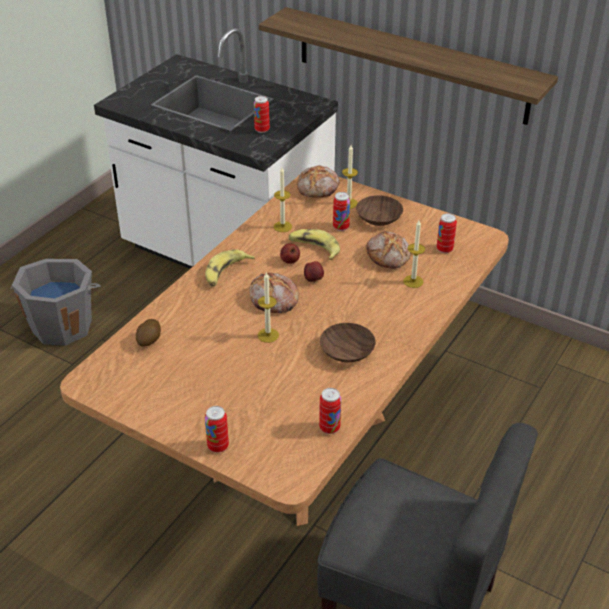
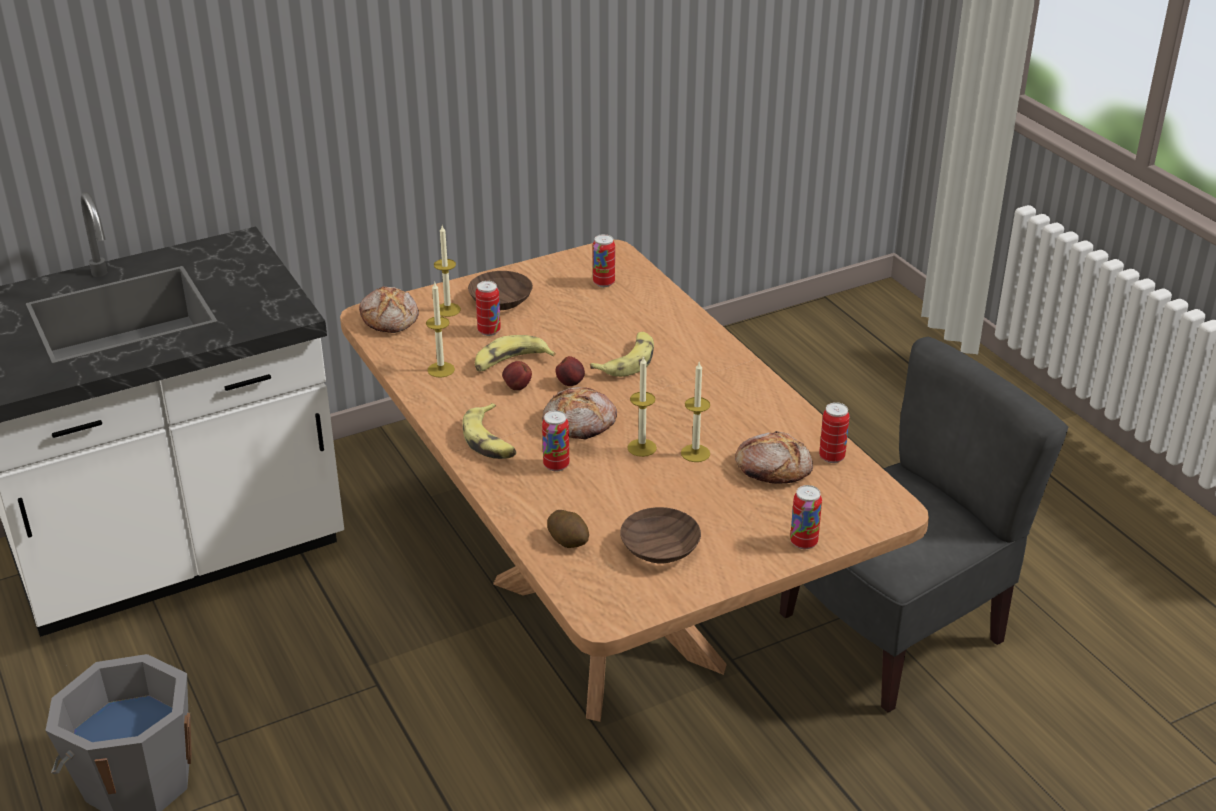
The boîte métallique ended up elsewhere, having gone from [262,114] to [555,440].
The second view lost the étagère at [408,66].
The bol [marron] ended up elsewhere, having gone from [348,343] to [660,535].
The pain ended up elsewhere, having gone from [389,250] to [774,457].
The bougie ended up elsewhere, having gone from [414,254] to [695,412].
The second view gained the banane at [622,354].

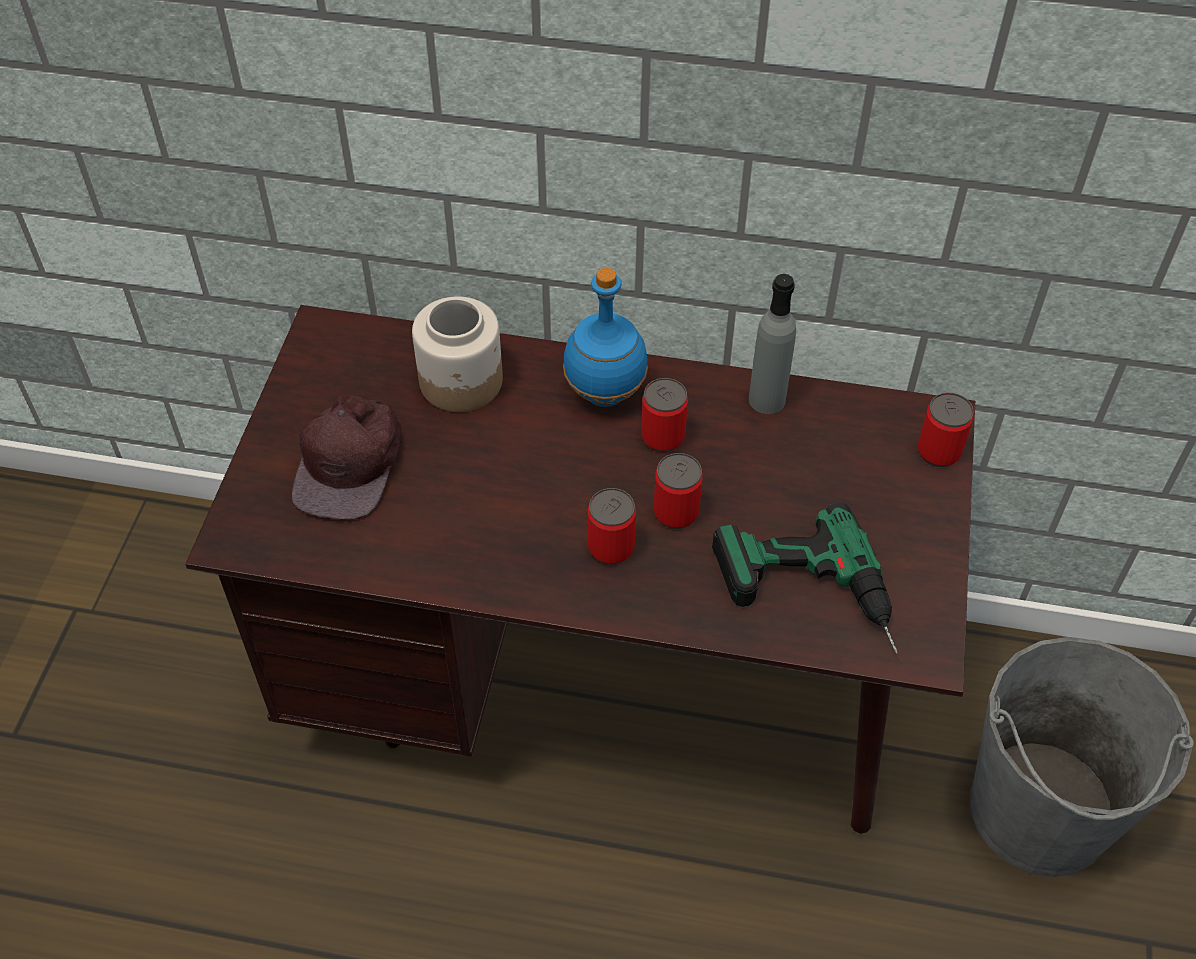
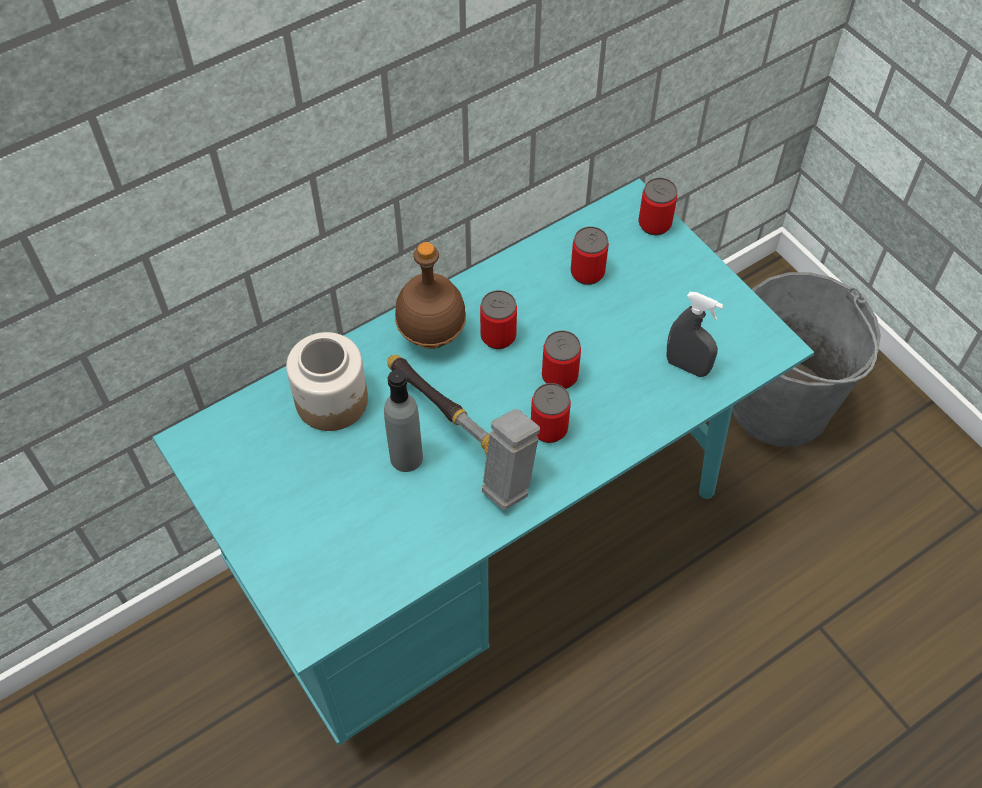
What was the bureau [marron] at [580,569] turned into the bureau [turquoise] at [483,462].
The second view lost the casquette [marron] at [346,457].
What was the bouteille [bleu] at [605,337] turned into the bouteille [marron] at [430,295].
Where the perceuse stood at [805,578], the vaporisateur [gris] came to stand at [694,334].
The bouteille [gris] ended up elsewhere, having gone from [772,344] to [403,420].
The second view gained the marteau at [463,432].
The second view gained the boîte métallique at [590,255].

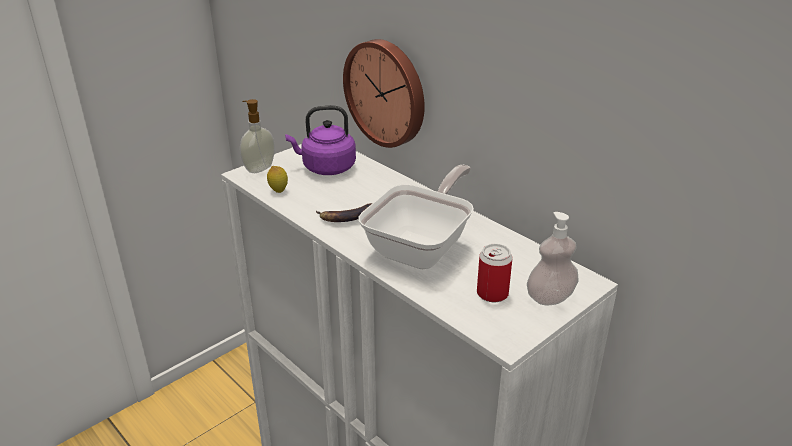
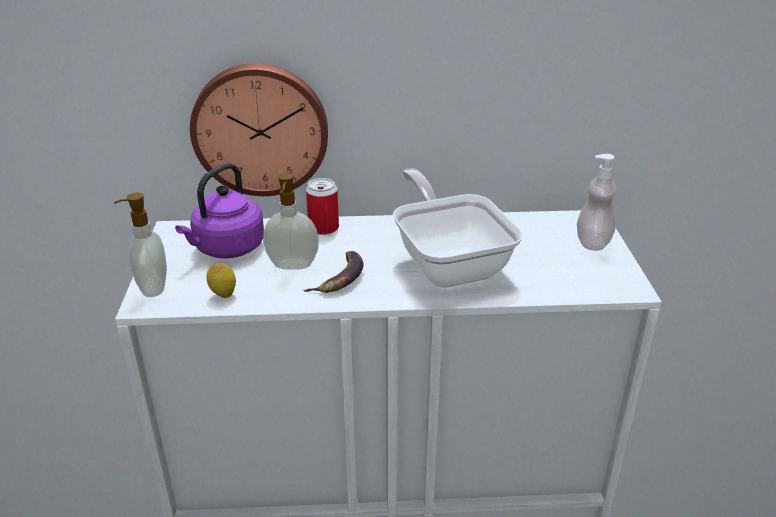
The boîte métallique ended up elsewhere, having gone from [495,273] to [322,206].
The second view gained the distributeur de savon at [291,221].

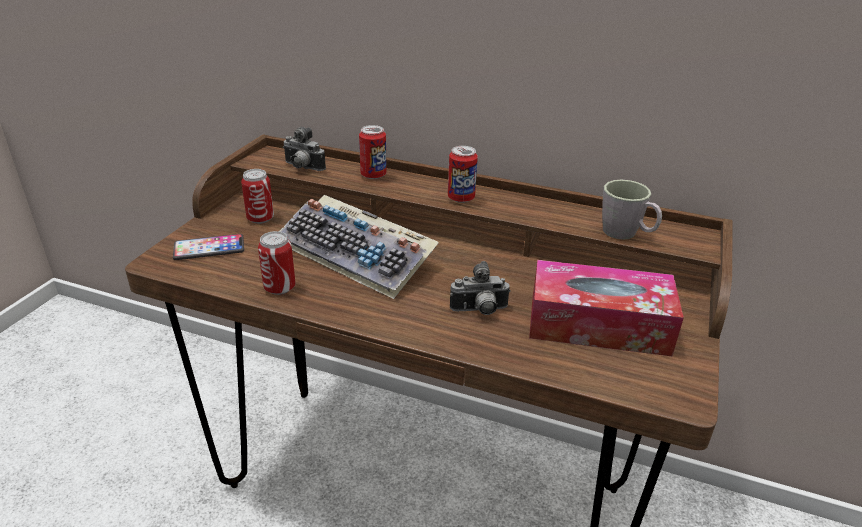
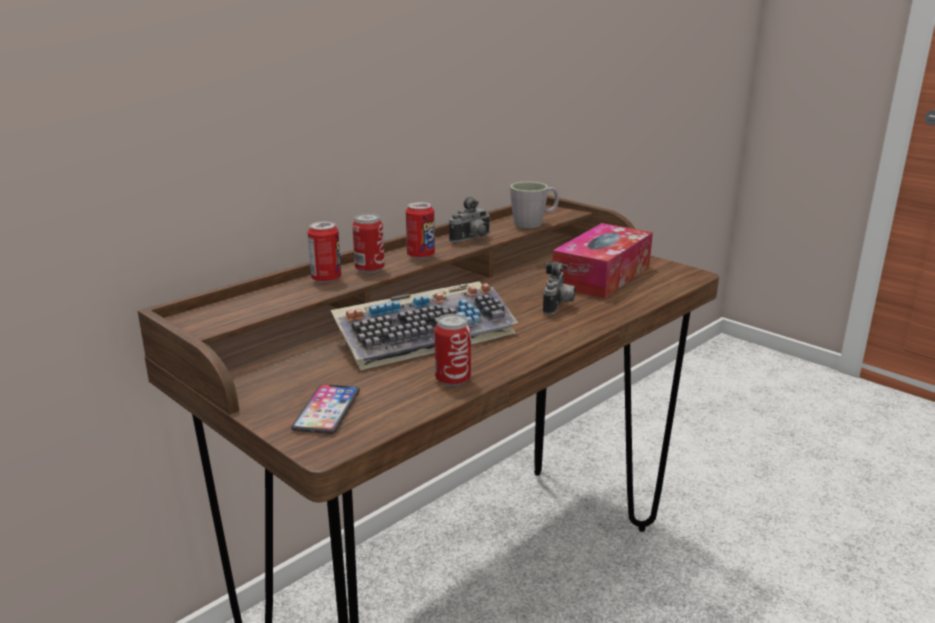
The boîte métallique ended up elsewhere, having gone from [257,196] to [368,243].
The appareil photo ended up elsewhere, having gone from [304,149] to [469,220].

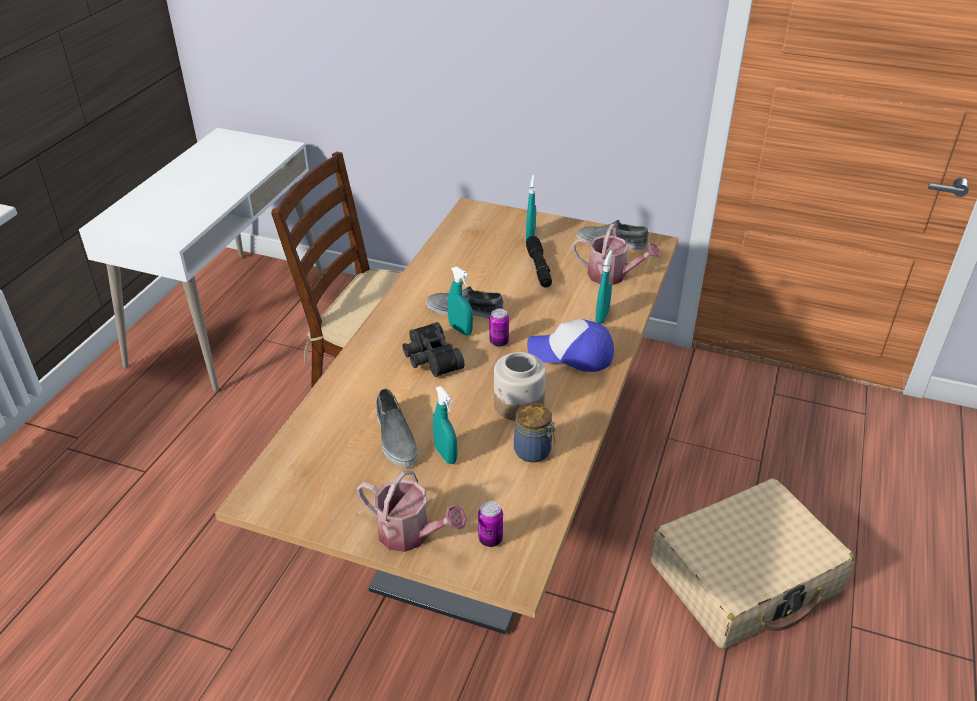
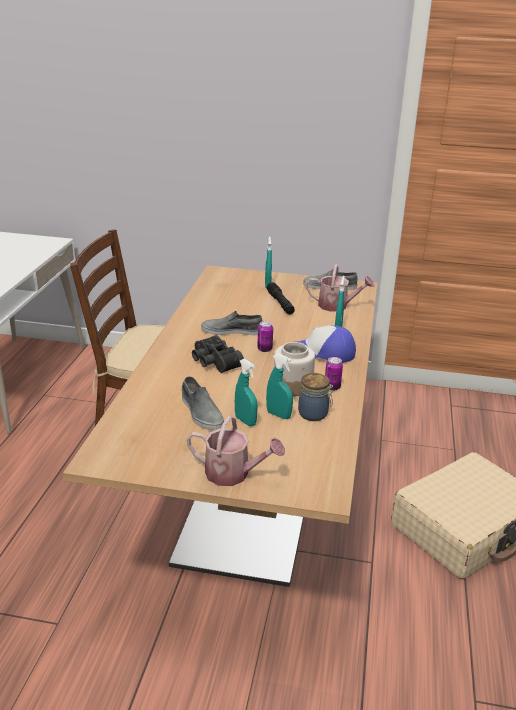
The vaporisateur [turquoise] ended up elsewhere, having gone from [460,301] to [279,386].
The boîte métallique ended up elsewhere, having gone from [490,524] to [334,374].

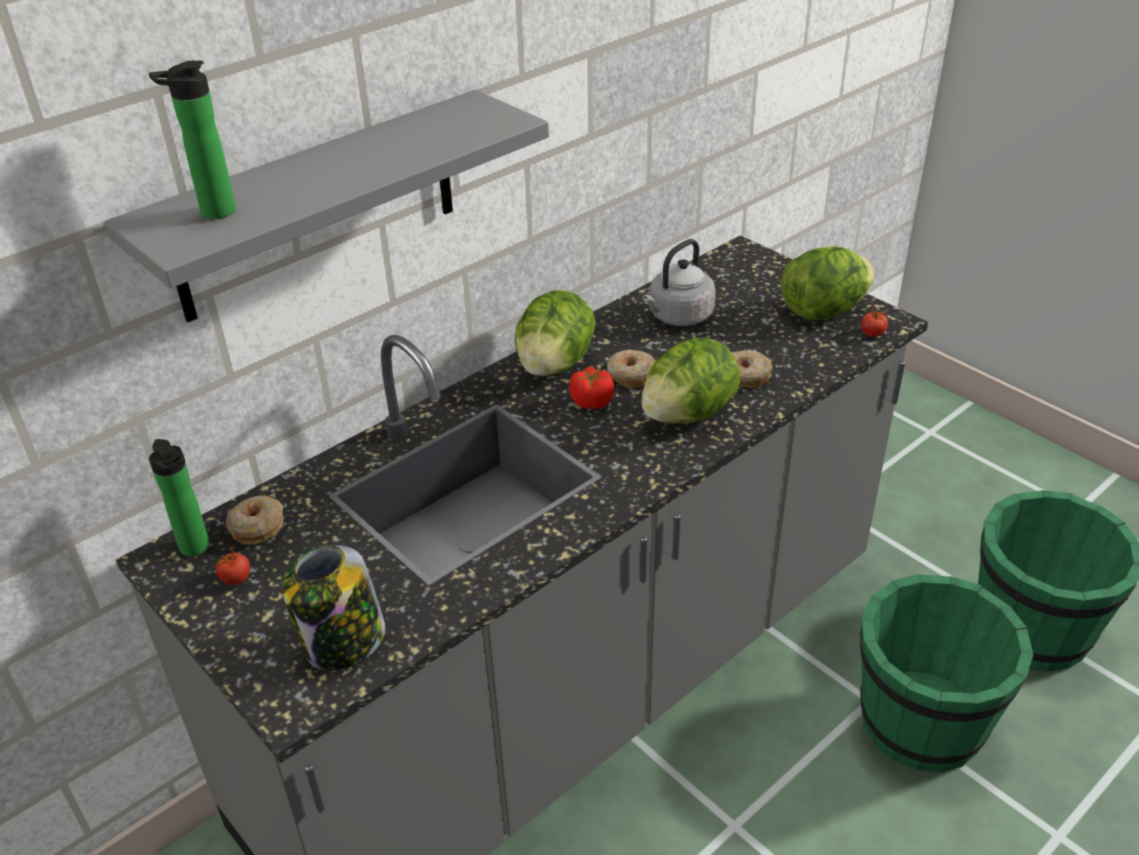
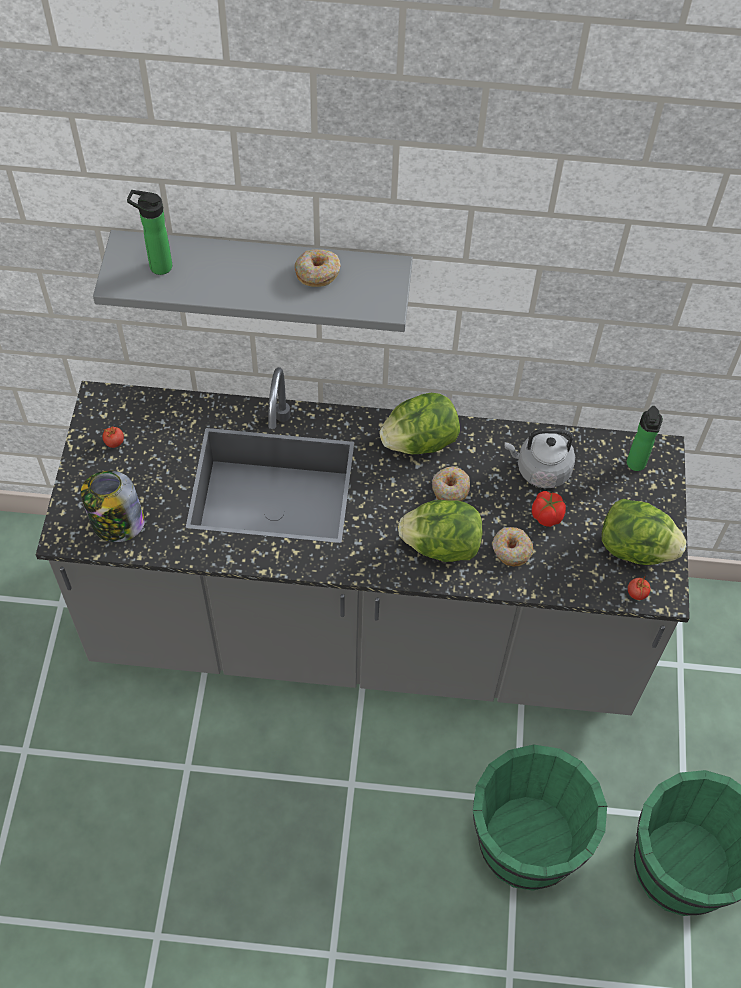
The bouteille ended up elsewhere, having gone from [179,497] to [645,438].
The beignet ended up elsewhere, having gone from [254,520] to [318,268].
The tomate ended up elsewhere, having gone from [591,387] to [549,509].

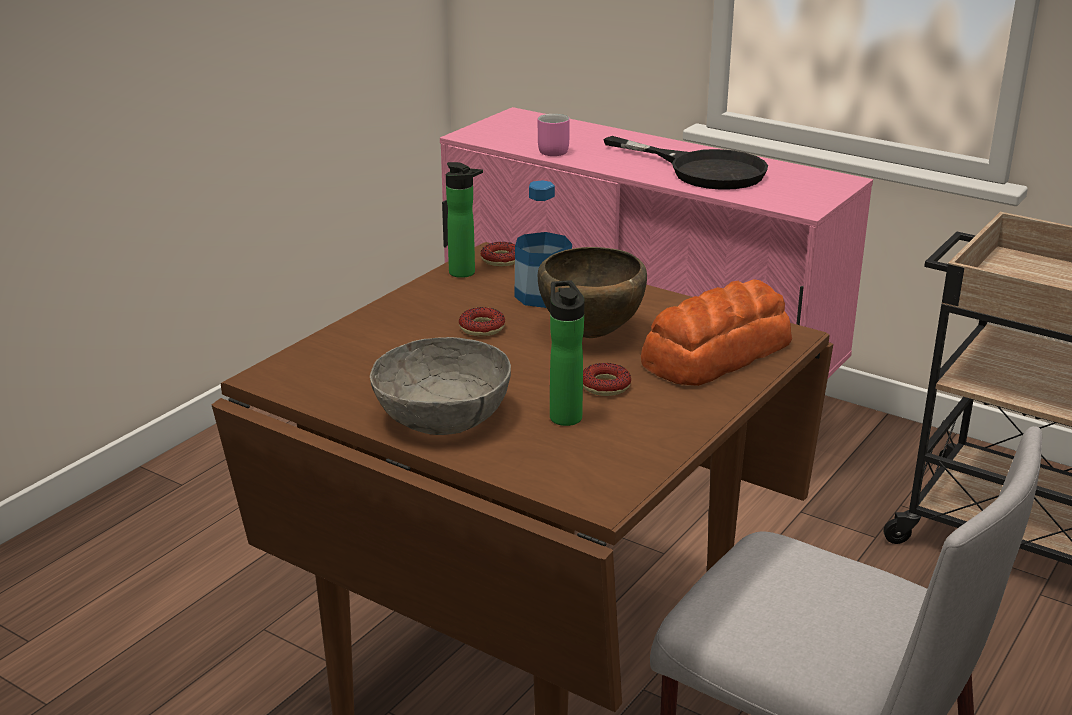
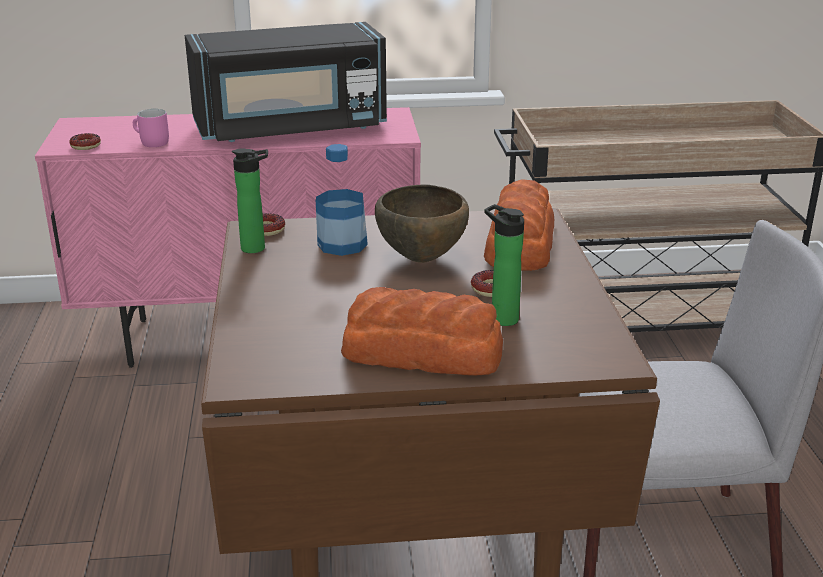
Where the bol [gris] stood at [440,386], the pain came to stand at [422,331].
The beignet ended up elsewhere, having gone from [482,321] to [85,141].
Where the poêle [noir] stood at [685,163], the micro-ondes [noir] came to stand at [286,82].

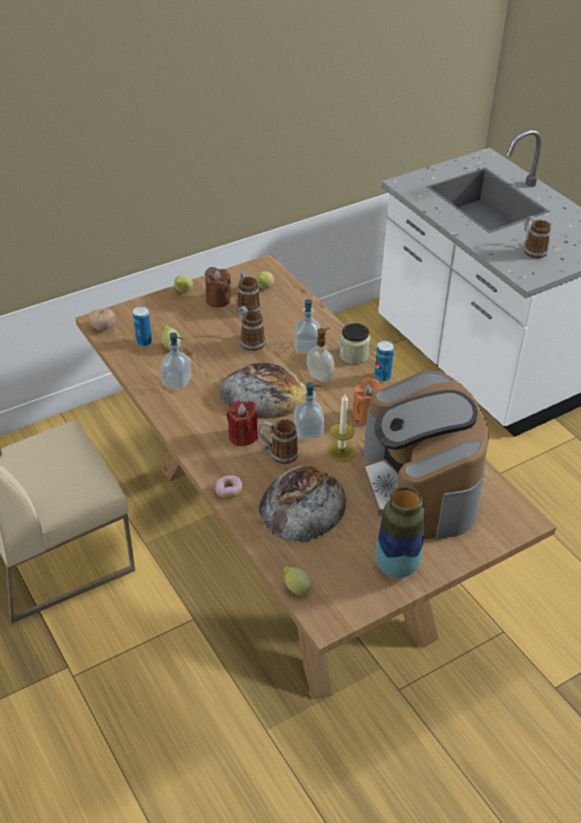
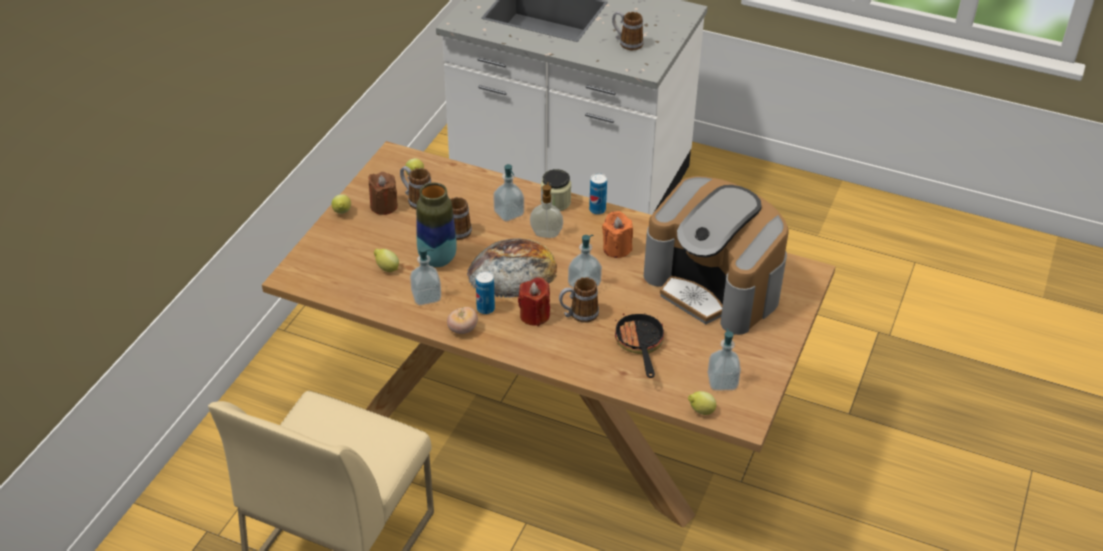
The tomate ended up elsewhere, having gone from [102,319] to [462,320].
The boîte métallique ended up elsewhere, having gone from [142,326] to [485,292].
The second view lost the beignet at [229,486].
Where the pain stood at [302,504], the poêle came to stand at [640,345].
The second view lost the bougie at [341,428].
The vase ended up elsewhere, having gone from [400,532] to [436,225].
The second view gained the distributeur de savon at [724,359].

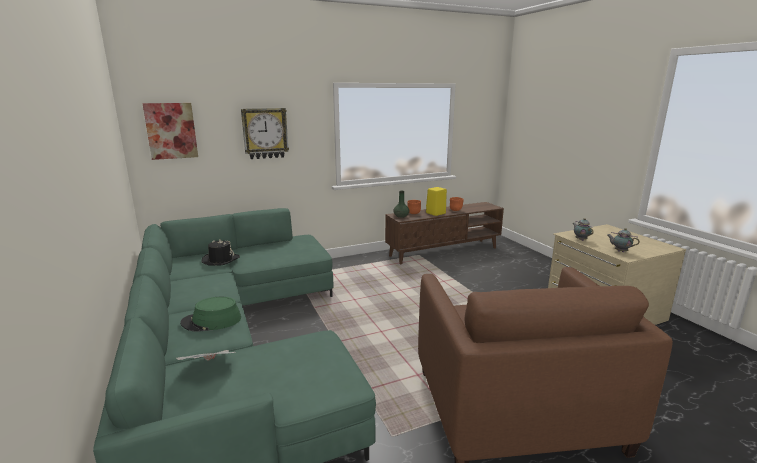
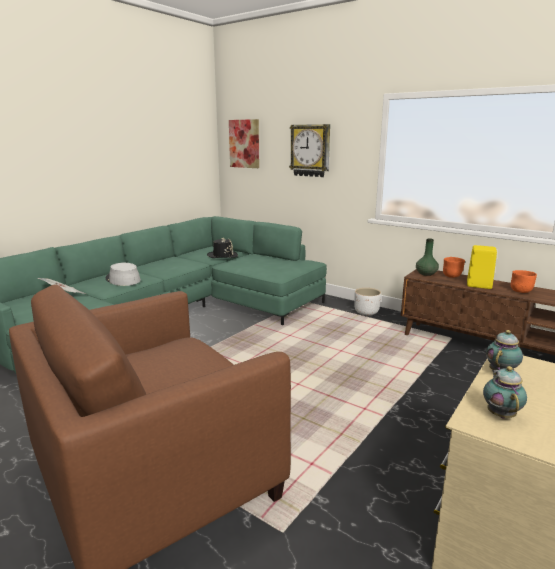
What was the chapeau [vert] at [210,314] turned into the chapeau [gris] at [123,274].
The second view gained the cache-pot [blanc] at [367,302].

